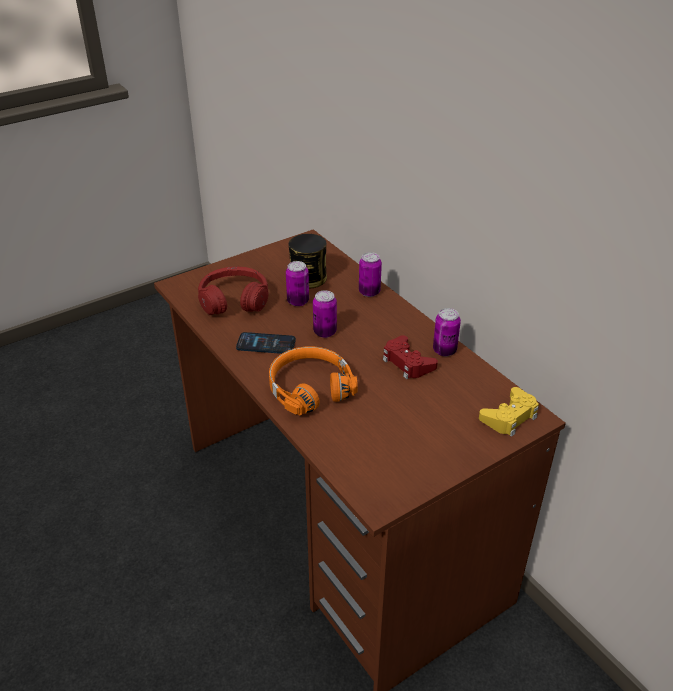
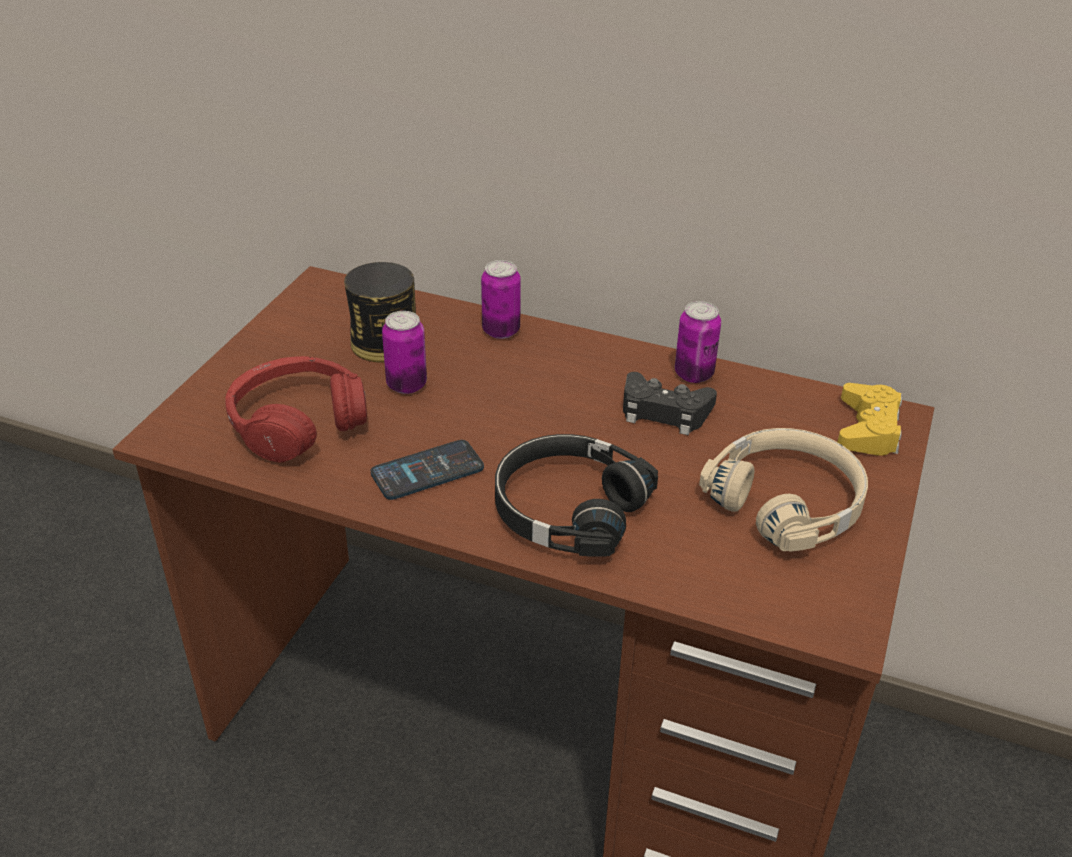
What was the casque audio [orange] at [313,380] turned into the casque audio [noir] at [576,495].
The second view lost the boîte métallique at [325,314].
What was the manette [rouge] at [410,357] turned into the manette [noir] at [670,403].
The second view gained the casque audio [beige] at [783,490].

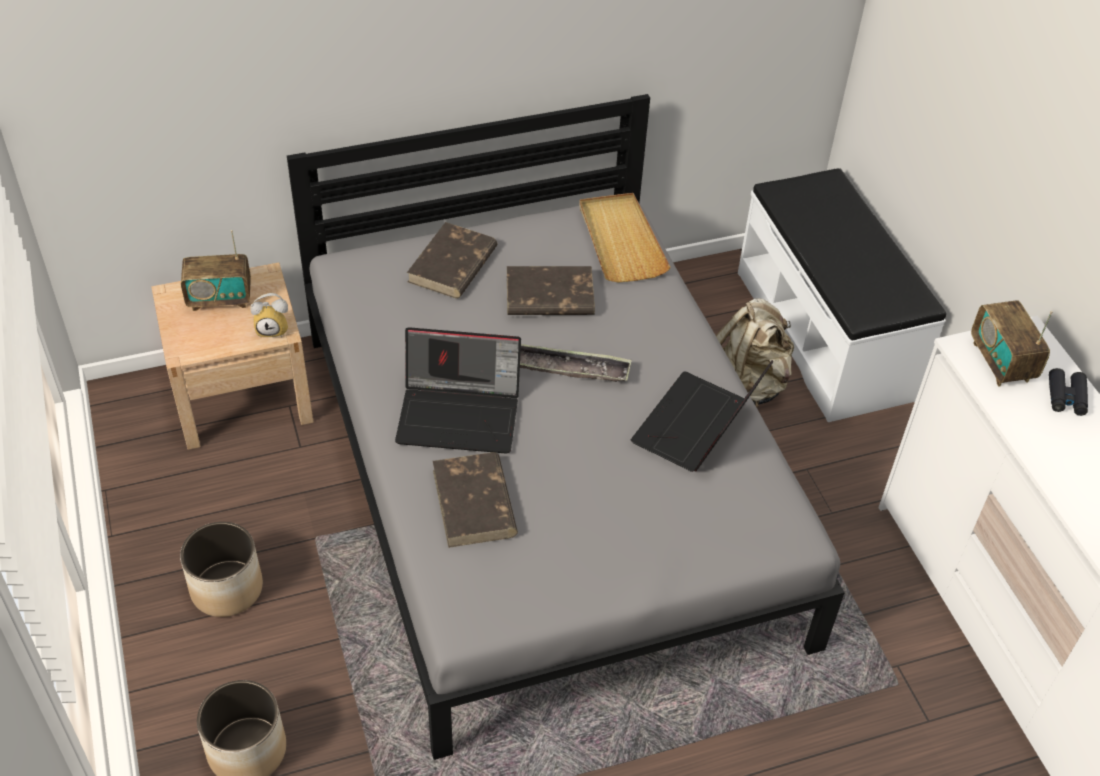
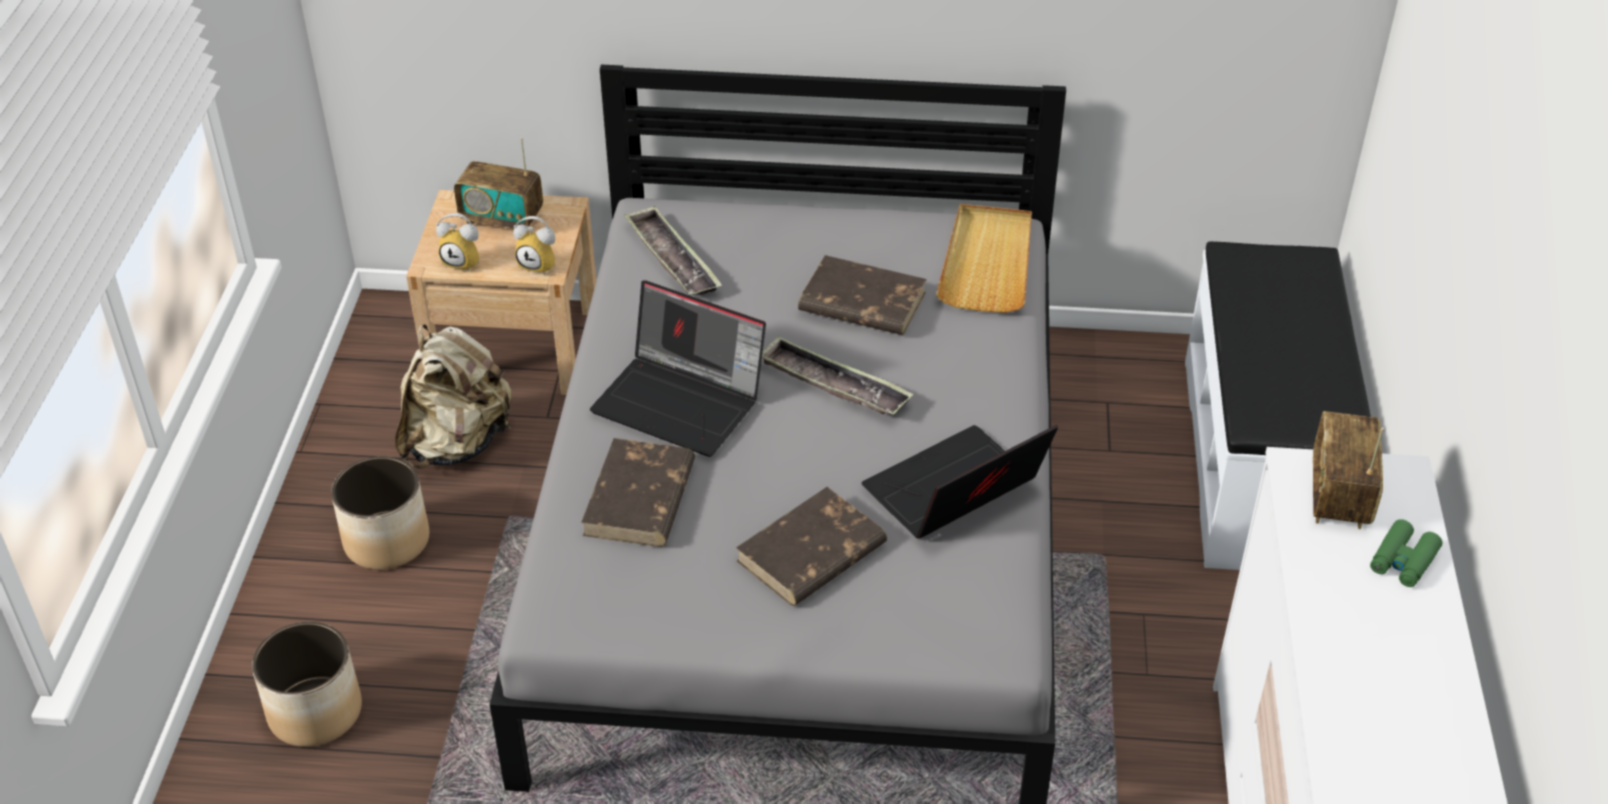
The livre [marron] ended up elsewhere, having gone from [452,260] to [811,546].
The sac à dos [beige] ended up elsewhere, having gone from [755,353] to [453,396].
What was the jumelles [noir] at [1068,392] turned into the jumelles [vert] at [1406,553].
The second view gained the réveil at [457,242].
The second view gained the plateau at [673,250].

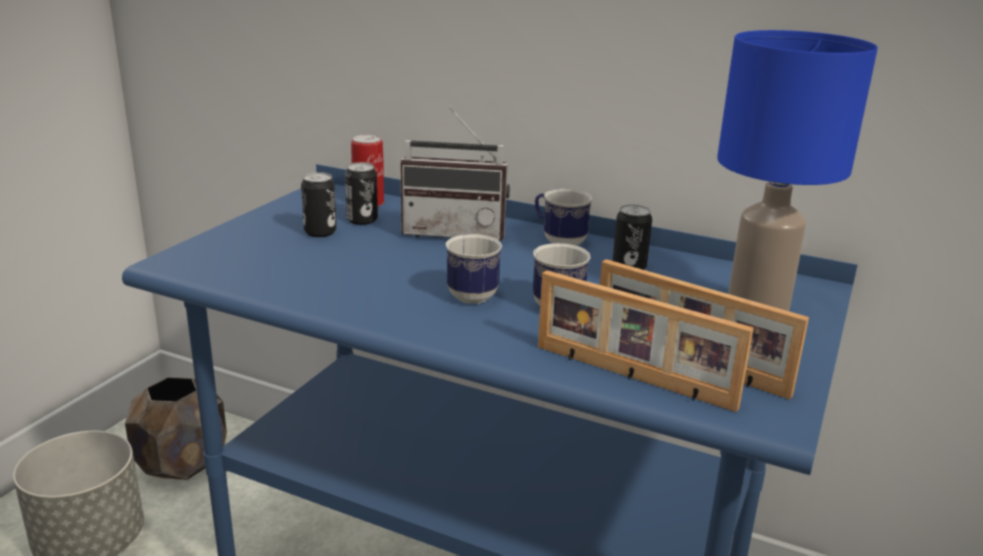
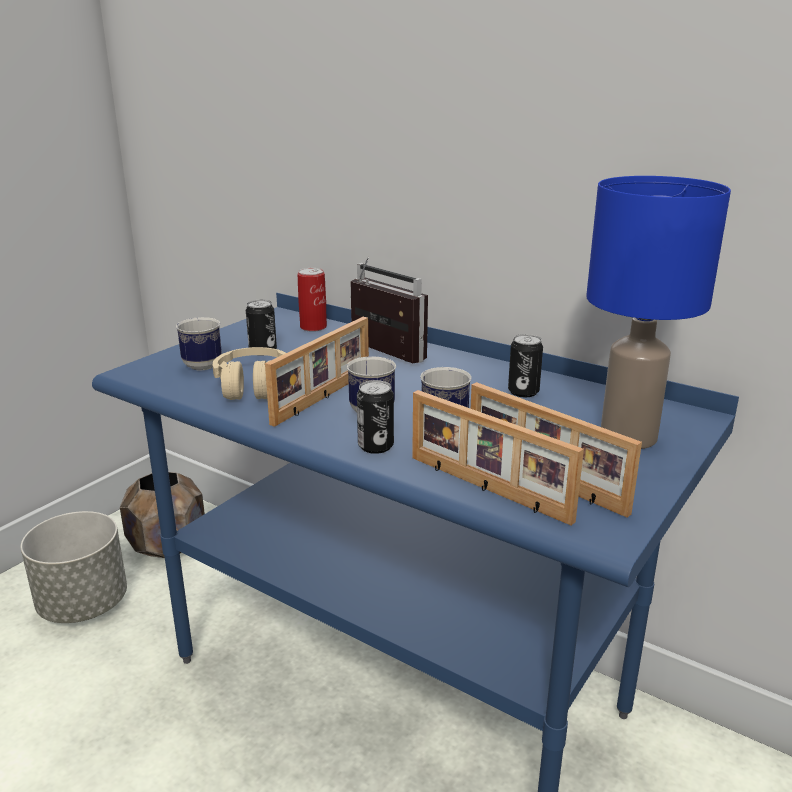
The boîte métallique ended up elsewhere, having gone from [361,193] to [375,417].
The radio at [455,173] ended up facing another way, 150 degrees counterclockwise from before.
The mug ended up elsewhere, having gone from [564,217] to [199,343].
The second view gained the casque audio [beige] at [249,373].
The second view gained the cadre photo at [317,372].

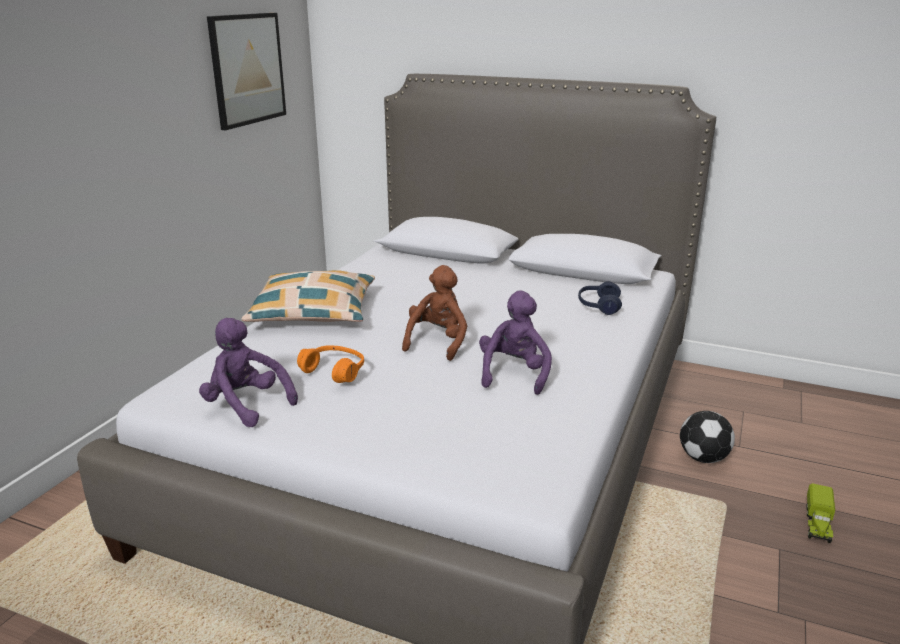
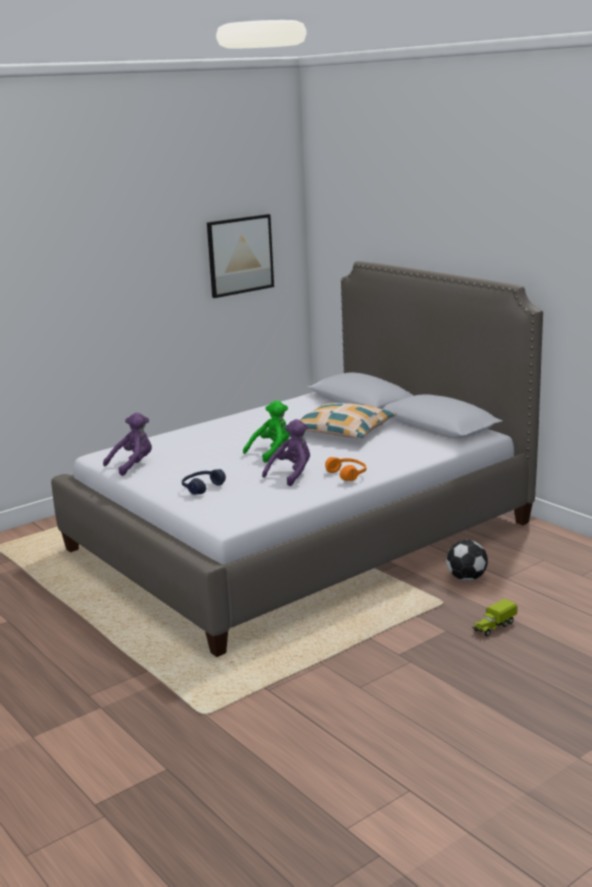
The peluche [violet] at [248,372] ended up facing another way, 75 degrees clockwise from before.
The coussin ended up elsewhere, having gone from [308,296] to [348,421].
The casque audio [orange] ended up elsewhere, having gone from [330,364] to [345,469].
What was the peluche [marron] at [434,313] turned into the peluche [vert] at [266,431].
The casque audio [bleu] ended up elsewhere, having gone from [600,298] to [204,482].

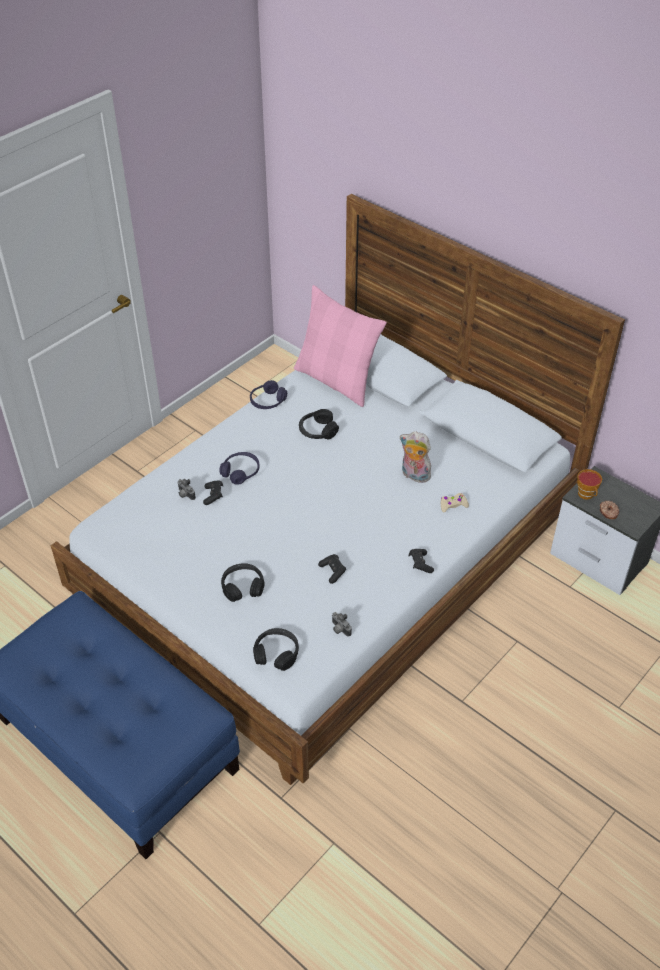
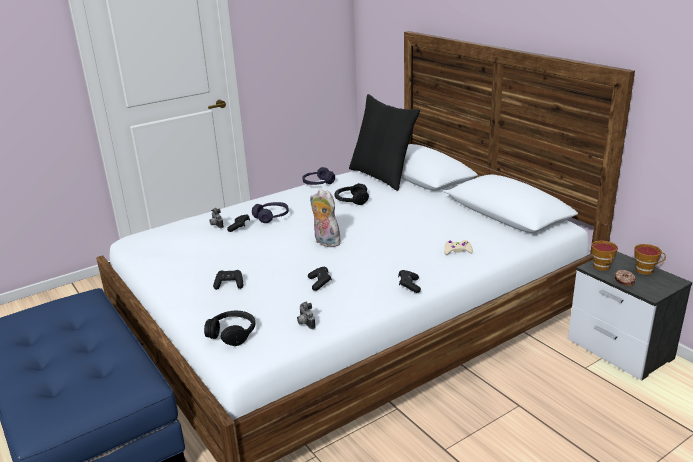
Where the casque audio [noir] stood at [243,582], the manette [noir] came to stand at [228,280].
What was the coussin [rose] at [340,346] turned into the coussin [noir] at [384,142].
The peluche ended up elsewhere, having gone from [415,457] to [325,218].
The second view gained the tasse at [650,259].

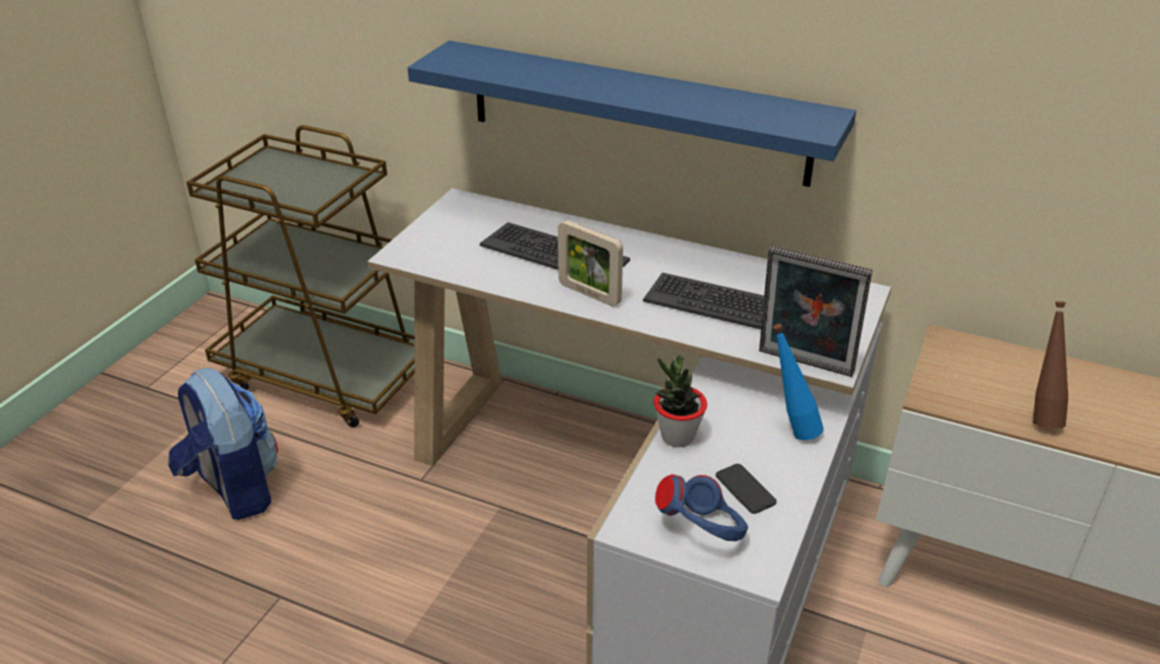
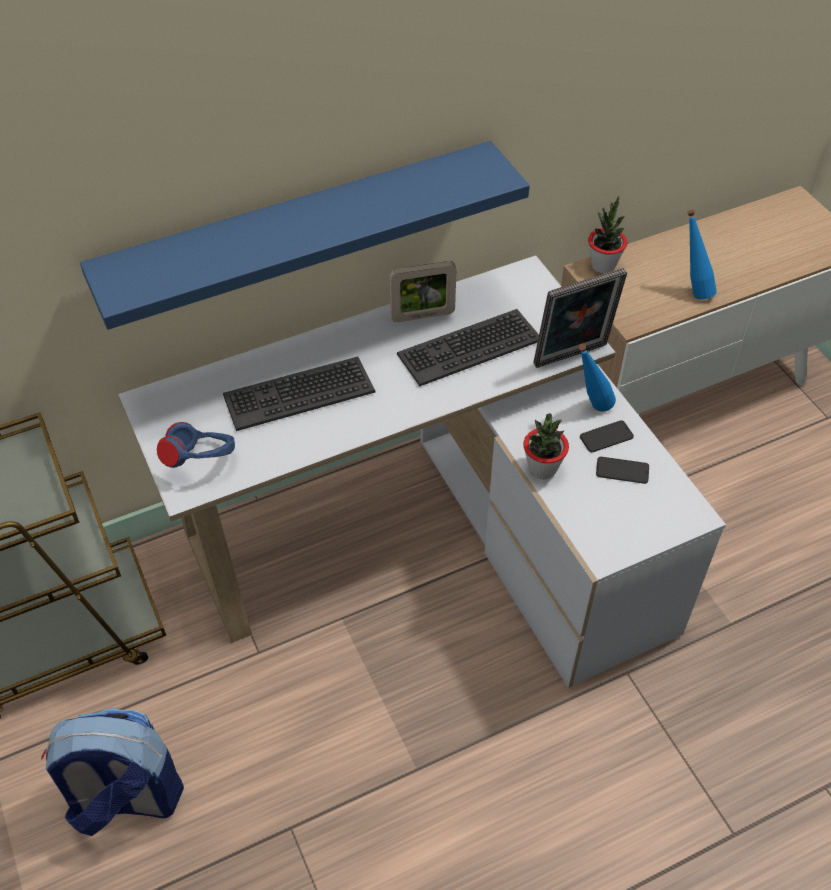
The cadre photo ended up elsewhere, having gone from [590,263] to [423,291].
The casque audio [bleu] ended up elsewhere, having gone from [701,507] to [196,445].
What was the bouteille [marron] at [1050,365] turned into the bouteille [bleu] at [701,255].
The second view gained the téléphone at [607,436].
The second view gained the plante en pot at [607,235].

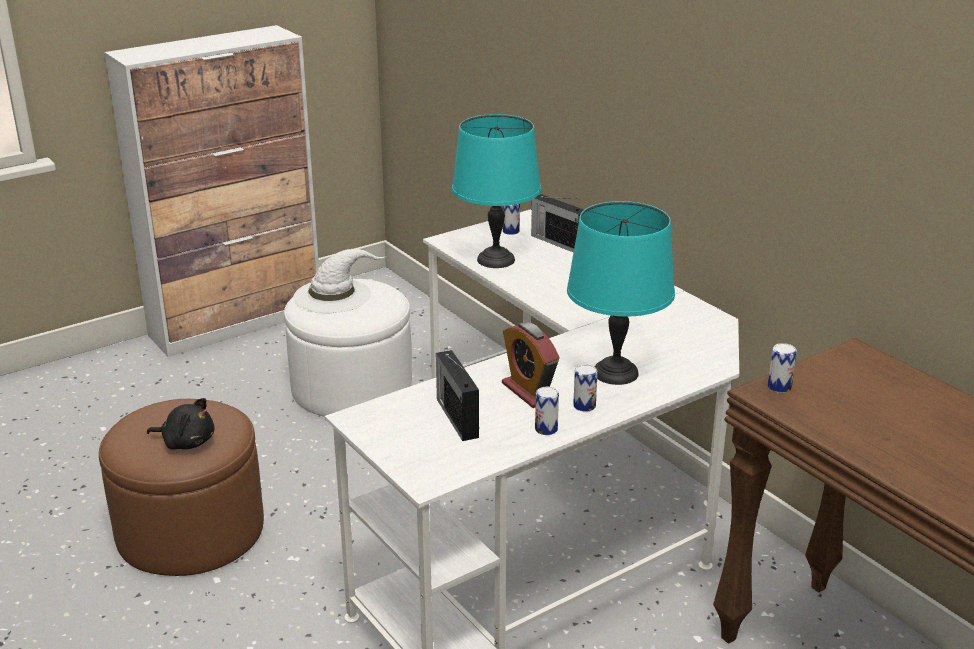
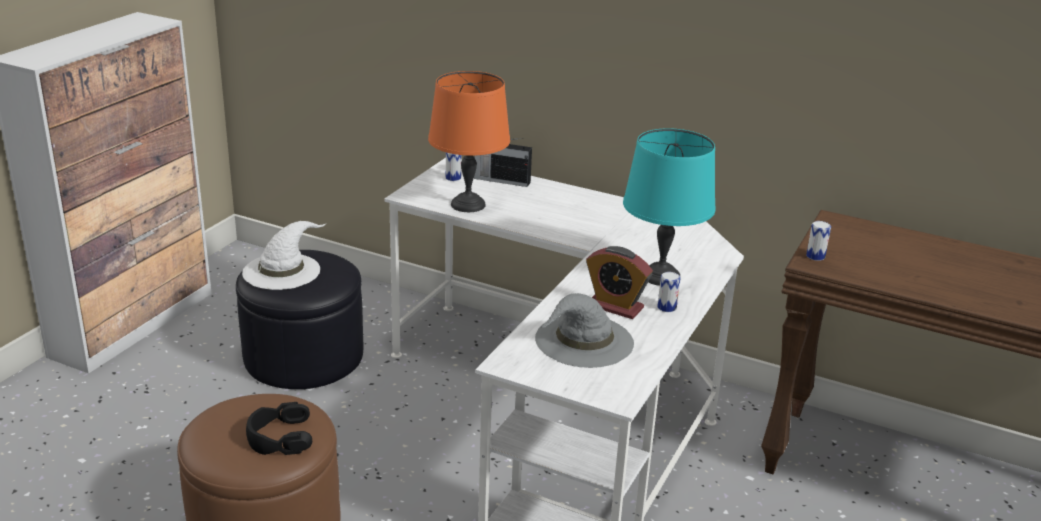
Where the peluche [noir] stood at [180,424], the casque audio [noir] came to stand at [279,428].
What was the pouf [blanc] at [348,348] turned into the pouf [noir] at [299,319].
Where the radio stood at [457,395], the chapeau [gris] came to stand at [584,330].
What was the lampe de table [turquoise] at [496,191] turned into the lampe de table [orange] at [469,141].
The second view lost the boîte métallique at [547,411].

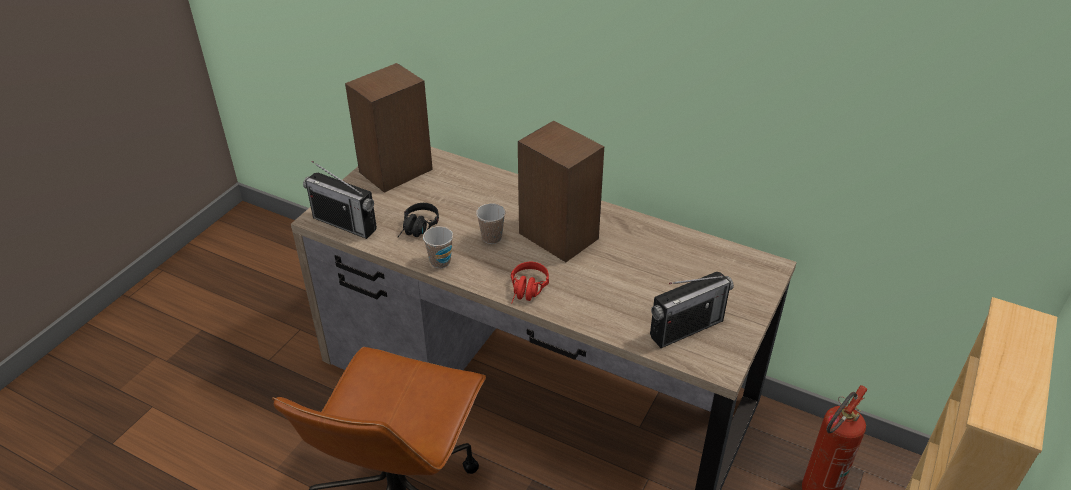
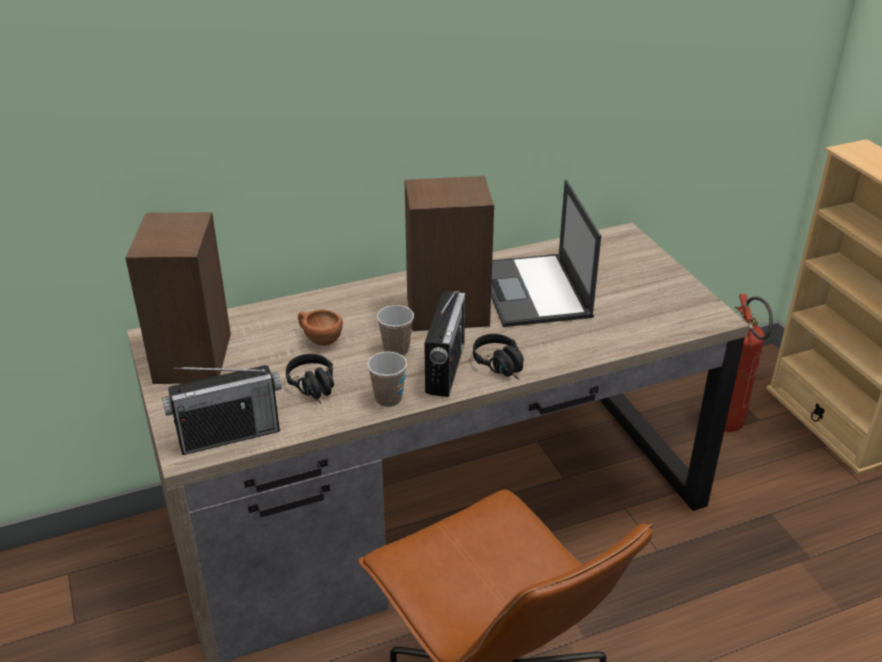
What was the casque audio [rouge] at [530,283] turned into the casque audio [noir] at [498,357].
The radio ended up elsewhere, having gone from [692,310] to [445,344].
The second view gained the tasse [marron] at [320,327].
The second view gained the ordinateur portable at [546,253].

